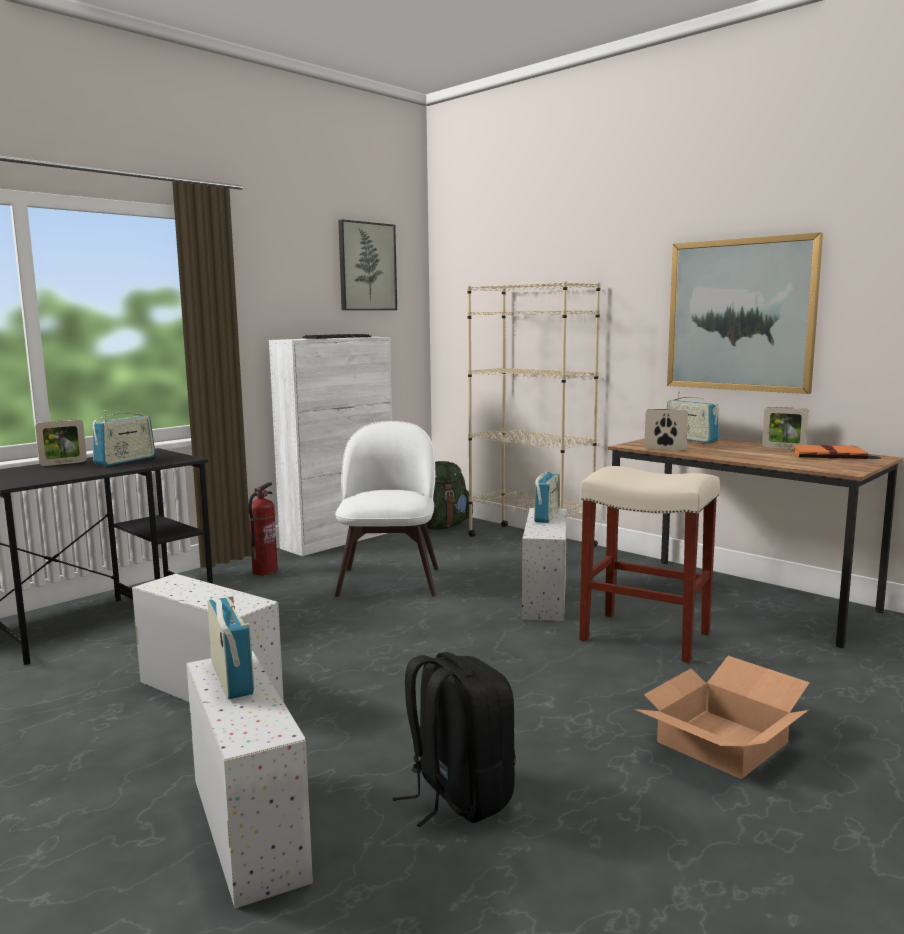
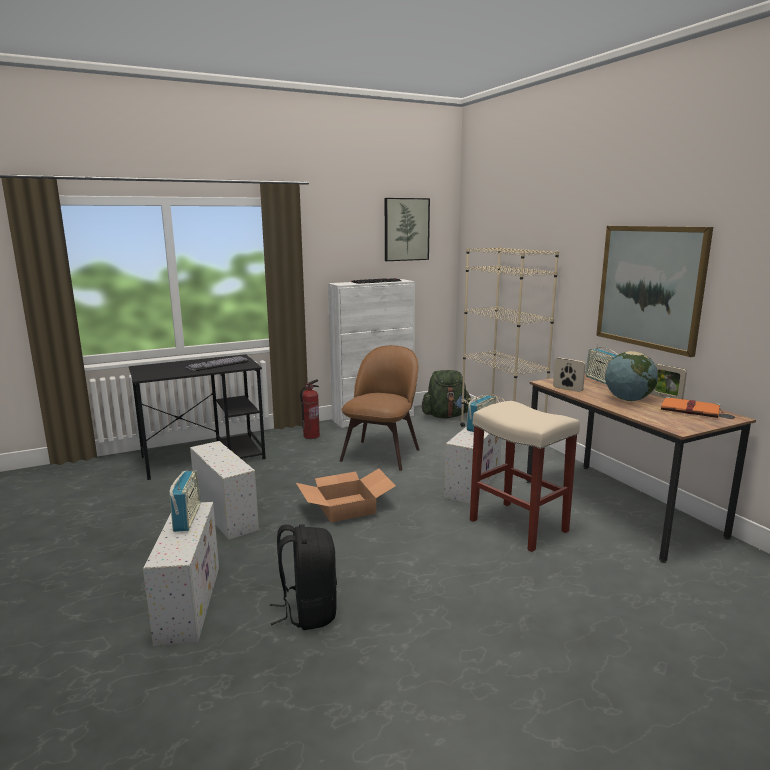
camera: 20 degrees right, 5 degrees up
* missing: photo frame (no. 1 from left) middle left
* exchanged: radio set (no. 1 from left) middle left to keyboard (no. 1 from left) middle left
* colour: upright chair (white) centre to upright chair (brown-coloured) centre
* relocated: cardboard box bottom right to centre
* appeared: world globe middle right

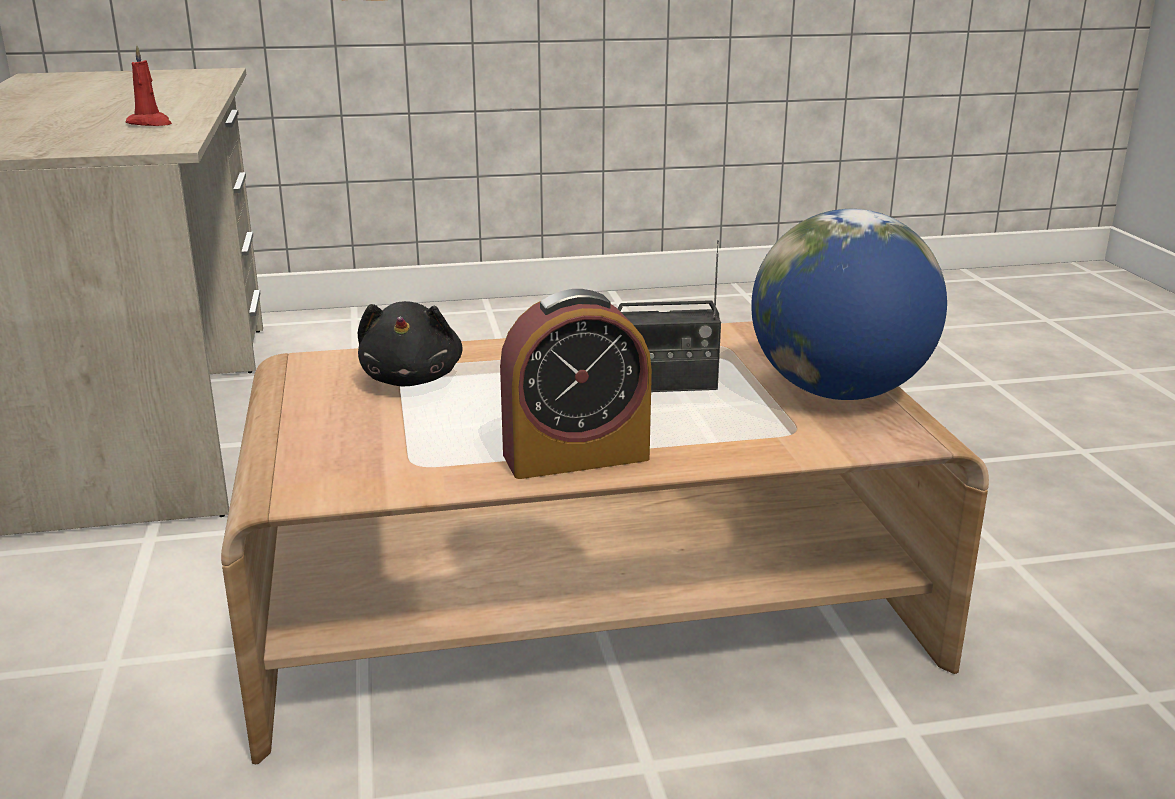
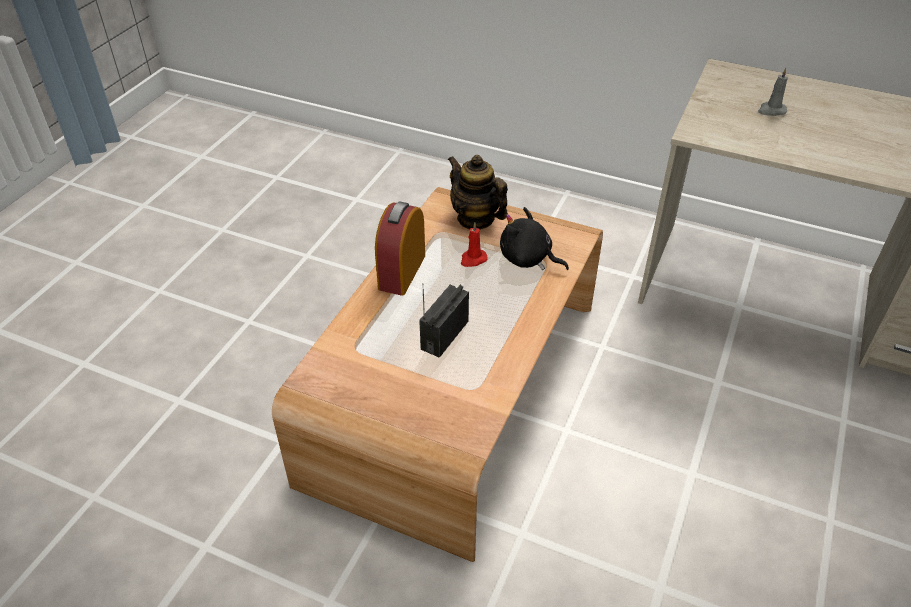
camera: 125 degrees right, 20 degrees up
* relocated: wax candle (reddish) top left to centre
* missing: world globe middle right
* appeared: pot for tea top centre
* appeared: wax candle (grey) top right

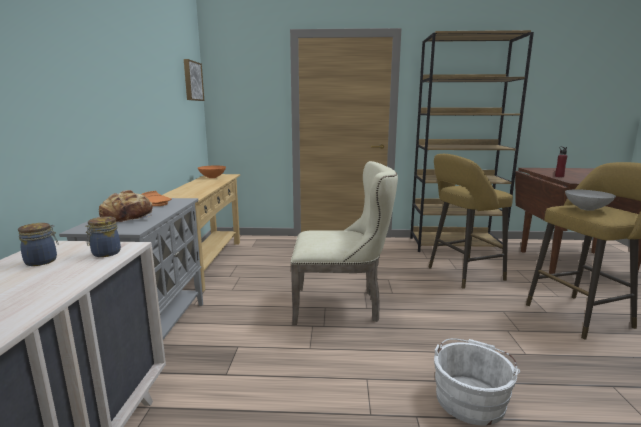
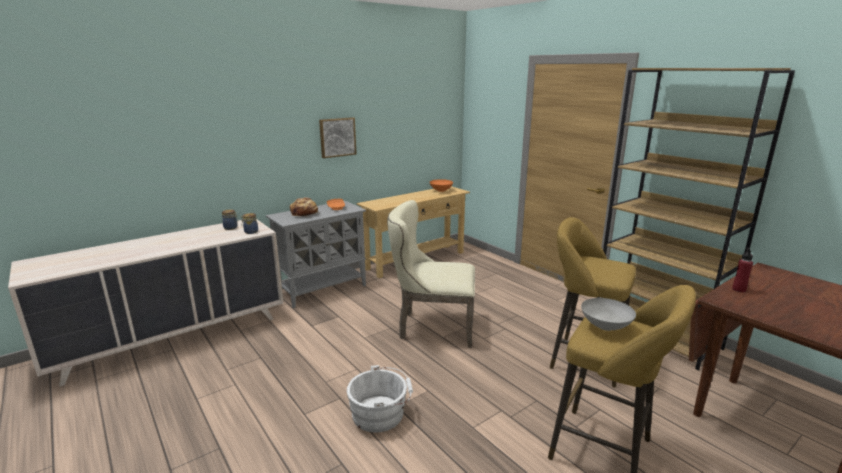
camera: 50 degrees right, 5 degrees up
* relocated: picture top left to top centre
* spun: upright chair (beige) centre = centre 135 degrees clockwise

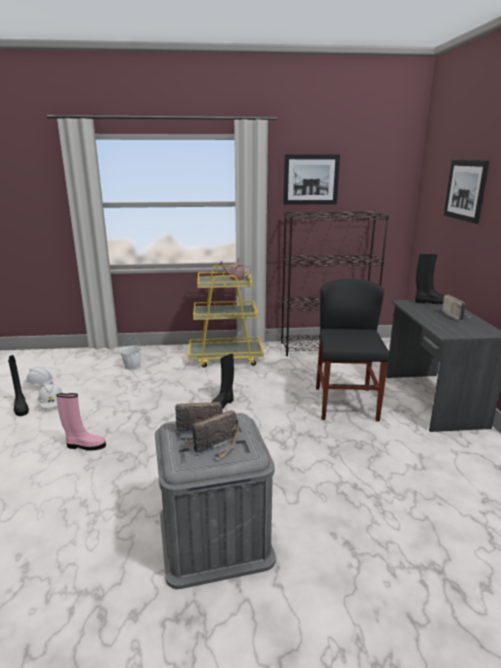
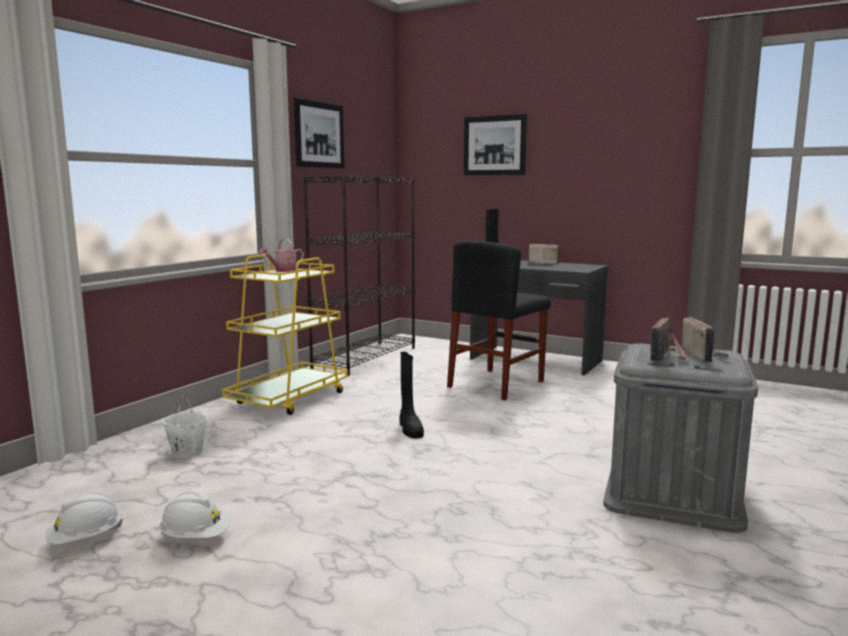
camera: 55 degrees left, 10 degrees down
* missing: high-top boot (blackish) (no. 1 from left) middle left
* missing: high-top boot (pink) middle left
* spun: upright chair (blackish) middle right = centre 90 degrees counterclockwise

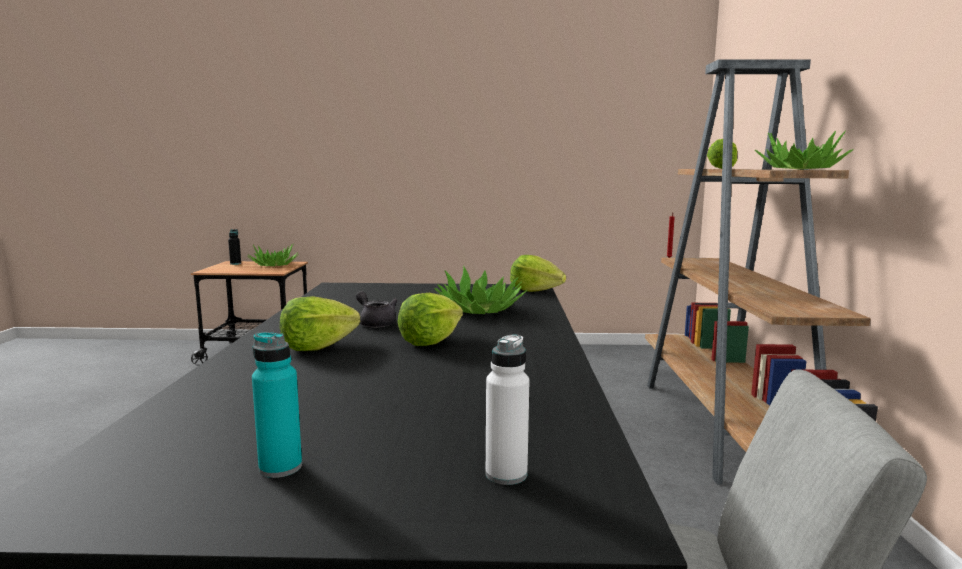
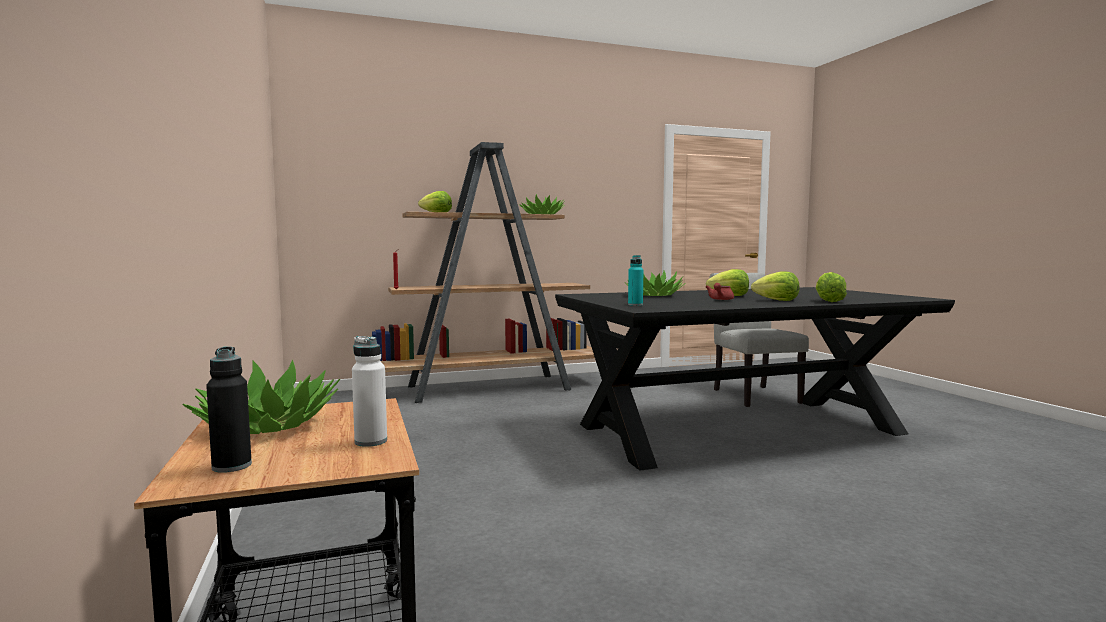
camera: 110 degrees left, 5 degrees down
* relocated: beverage bottle (blue-green) bottom left to centre
* colour: pot for tea (grey) centre to pot for tea (reddish) centre
* relocated: beverage bottle (white) bottom centre to centre
* relocated: lettuce head (no. 3 from left in the first image) centre to lettuce head (no. 4 from left) middle right

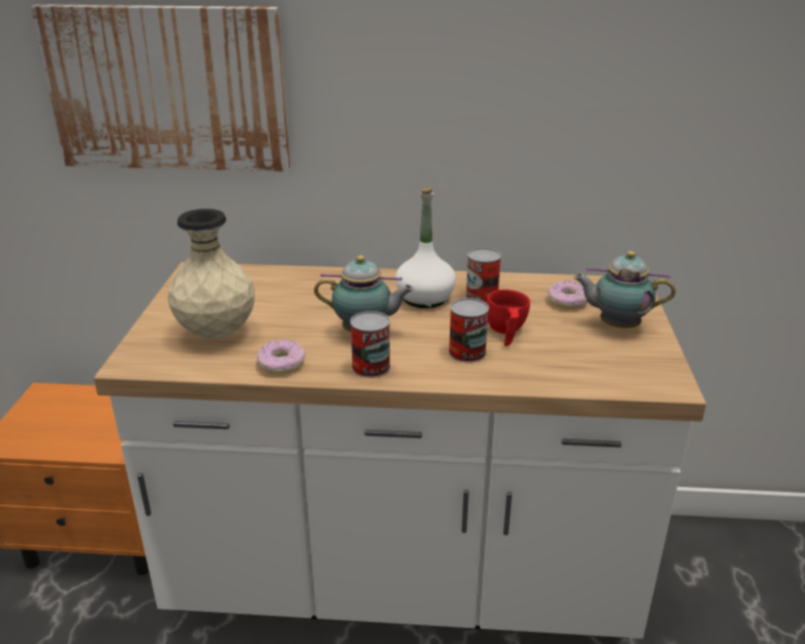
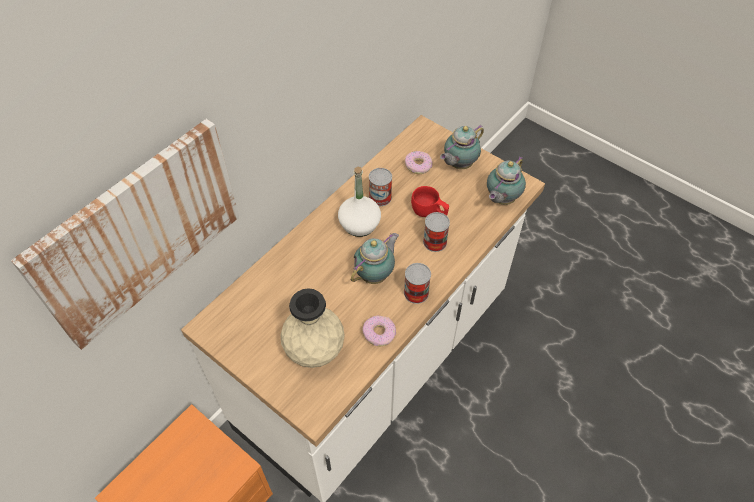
camera: 55 degrees left, 25 degrees up
* appeared: pot for tea (no. 3 from left) middle right

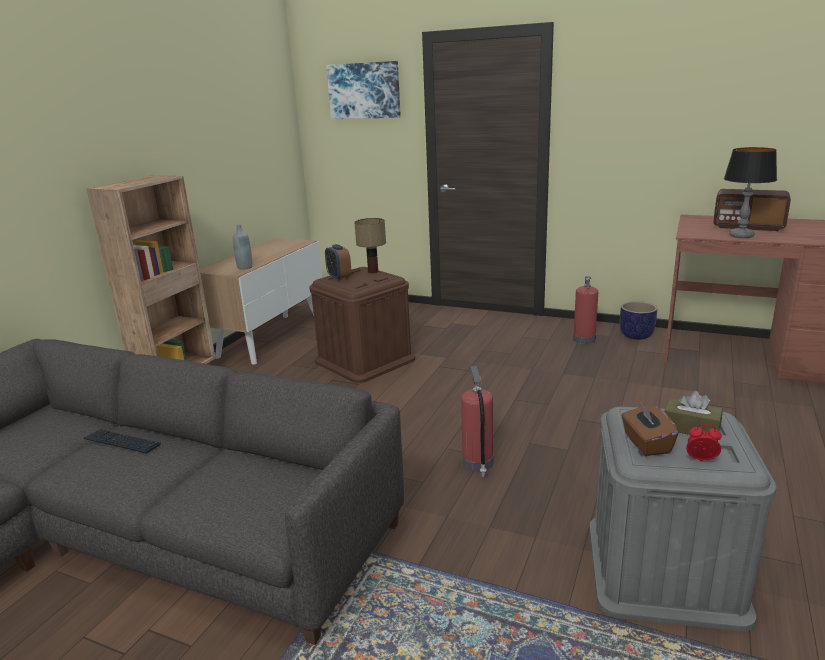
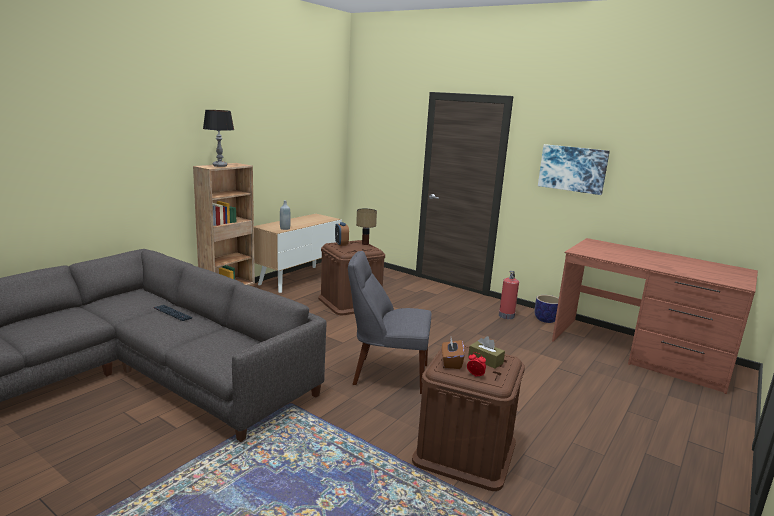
camera: 10 degrees right, 5 degrees down
* relocated: picture top centre to top right
* exchanged: extinguisher (no. 1 from left) centre to upright chair (grey) centre
* colour: storage box (grey) bottom right to storage box (brown-coloured) (no. 2 from left) bottom centre
* missing: radio set top right
* relocated: lamp for a table (no. 2 from left in the first image) top right to lamp for a table (no. 1 from left) top left

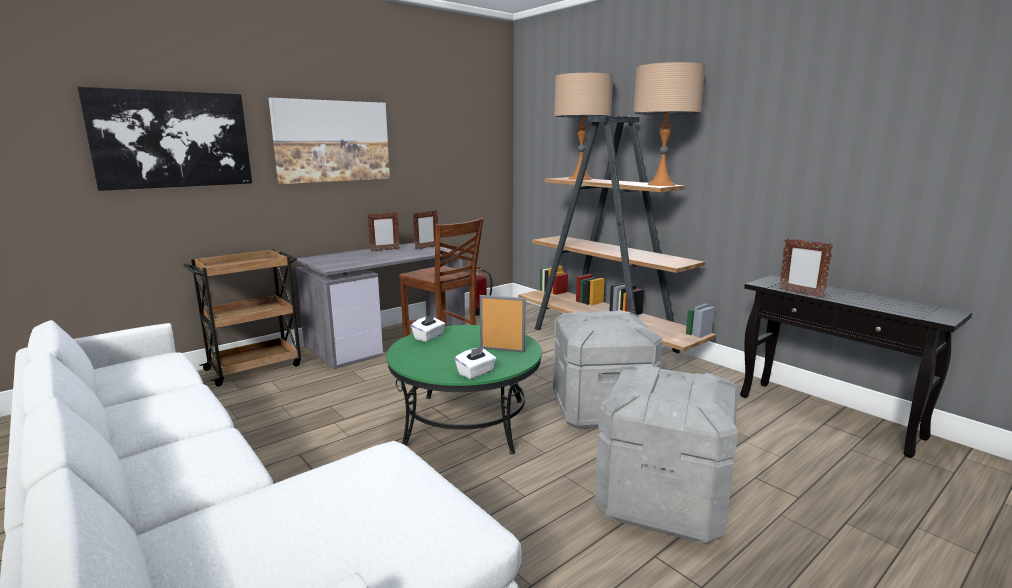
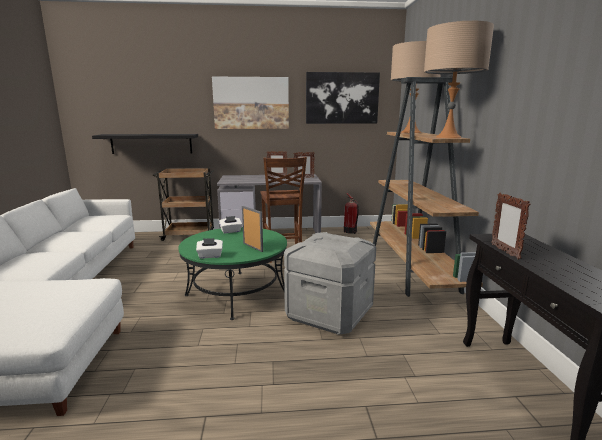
camera: 35 degrees right, 0 degrees up
* relocated: picture (no. 1 from left in the first image) top left to picture (no. 2 from left) top centre
* missing: storage box (grey) (no. 2 from left) bottom centre
* appeared: wall shelf (blackish) top left

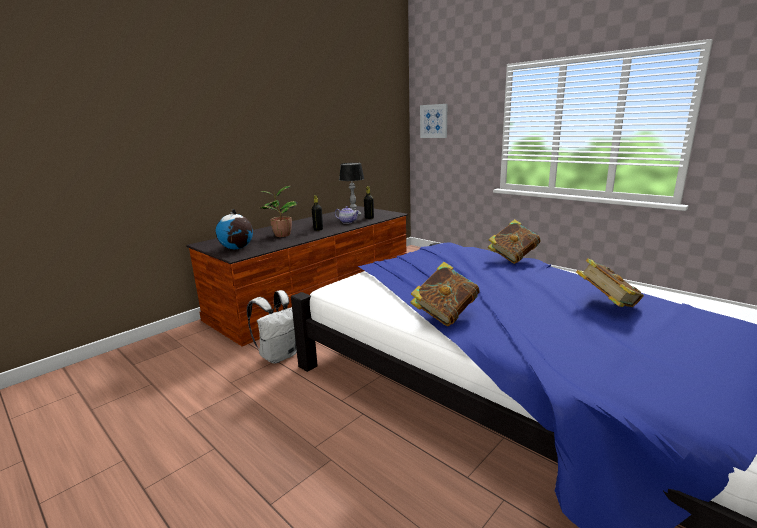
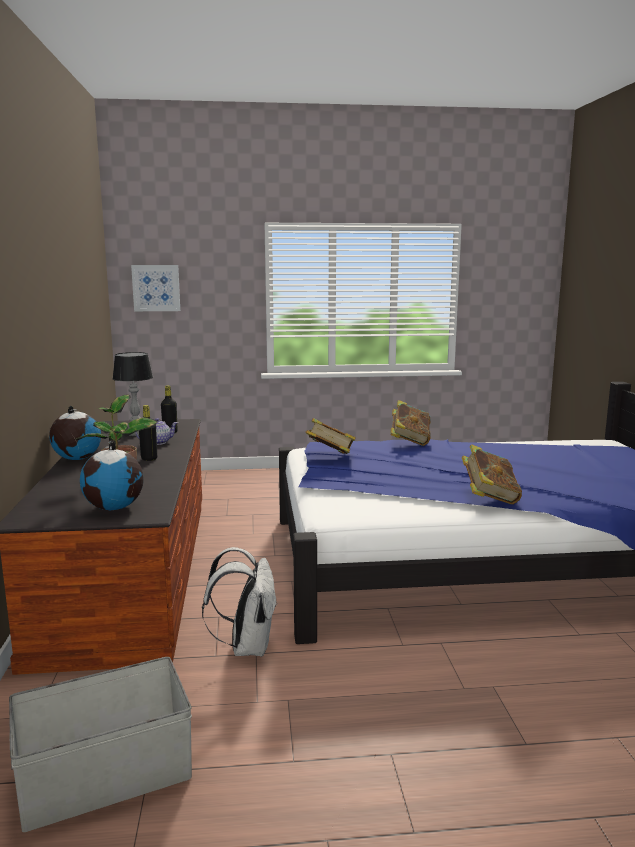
camera: 50 degrees left, 5 degrees down
* relocated: volume (no. 3 from left in the first image) middle right to volume (no. 1 from left) centre
* appeared: storage box (grey) bottom left
* appeared: world globe (no. 1 from left) middle left

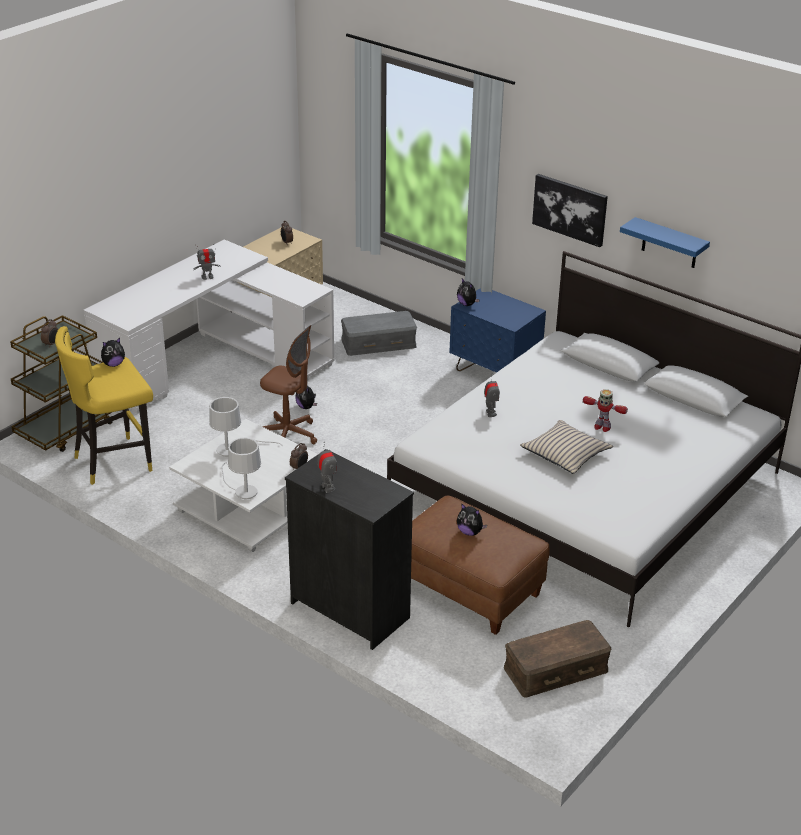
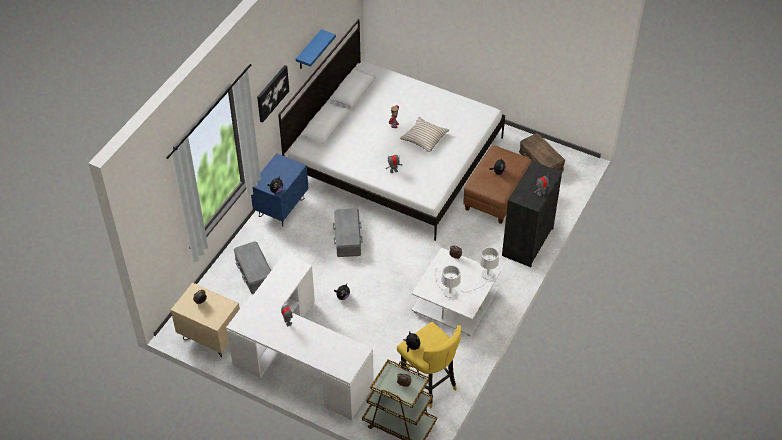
camera: 100 degrees left, 15 degrees up
* missing: desk chair (brown-coloured) centre
* appeared: storage box (grey) (no. 2 from left) centre

